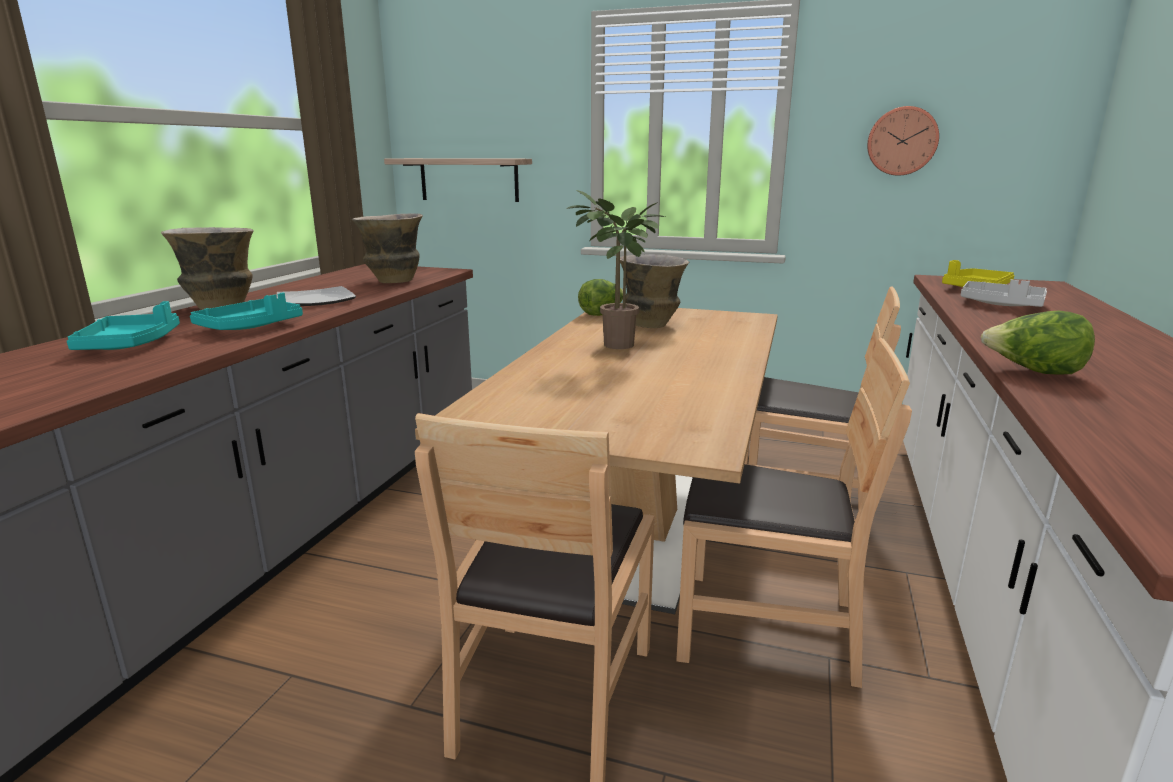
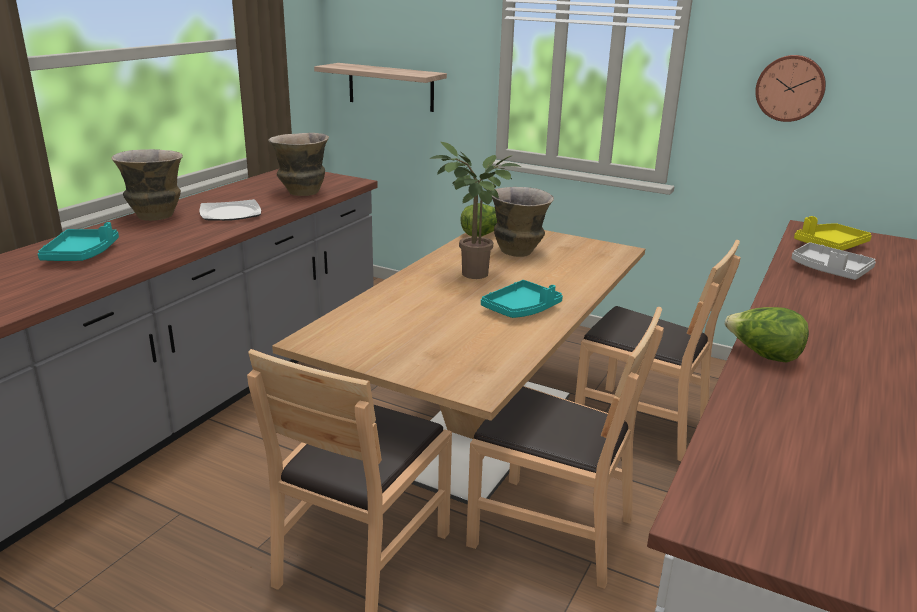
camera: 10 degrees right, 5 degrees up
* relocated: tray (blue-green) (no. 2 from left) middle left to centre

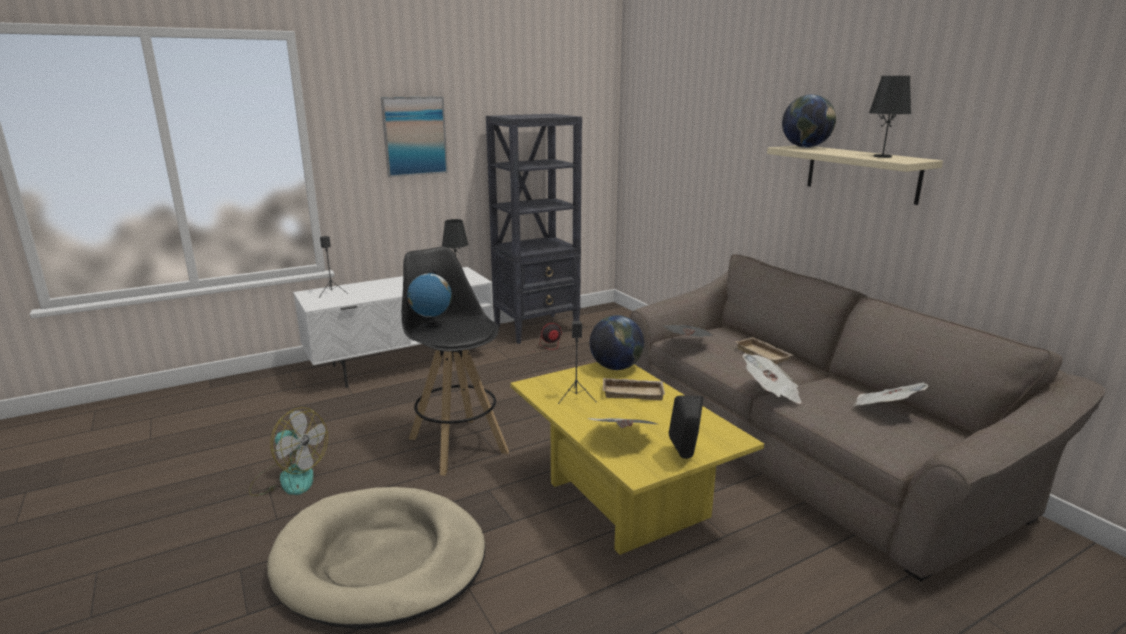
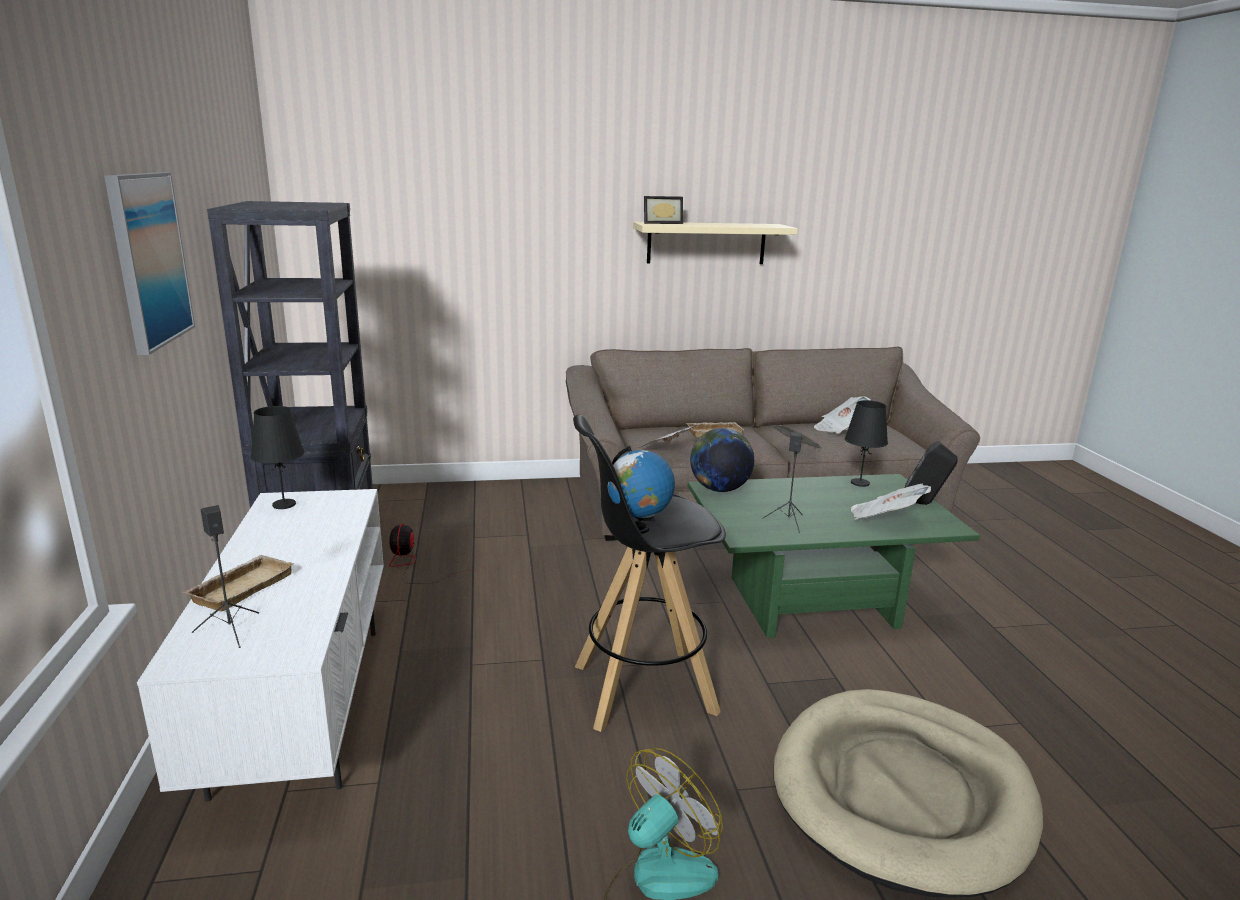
camera: 70 degrees left, 0 degrees up
* colour: coffee table (yellow) bottom centre to coffee table (green-coloured) middle right
* relocated: tray (beige) (no. 1 from left) centre to middle left
* exchanged: world globe (no. 3 from left) top right to photo frame top centre
* relocated: lamp for a table (blackish) (no. 2 from left) top right to middle right

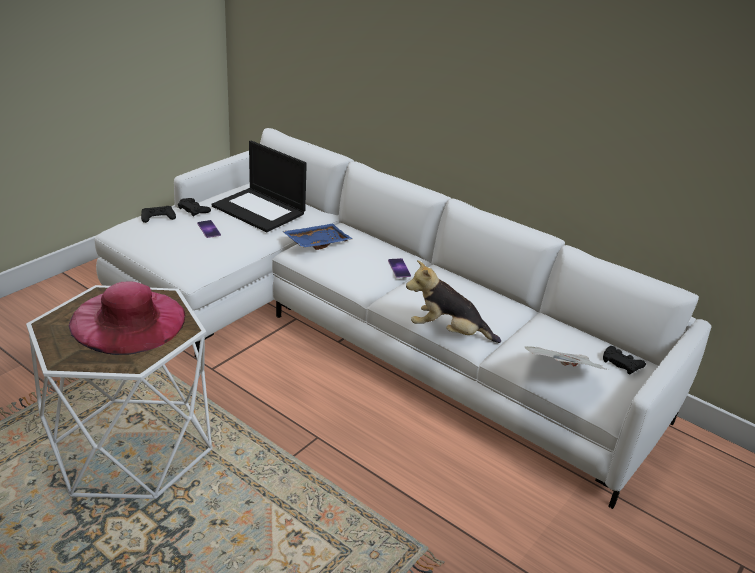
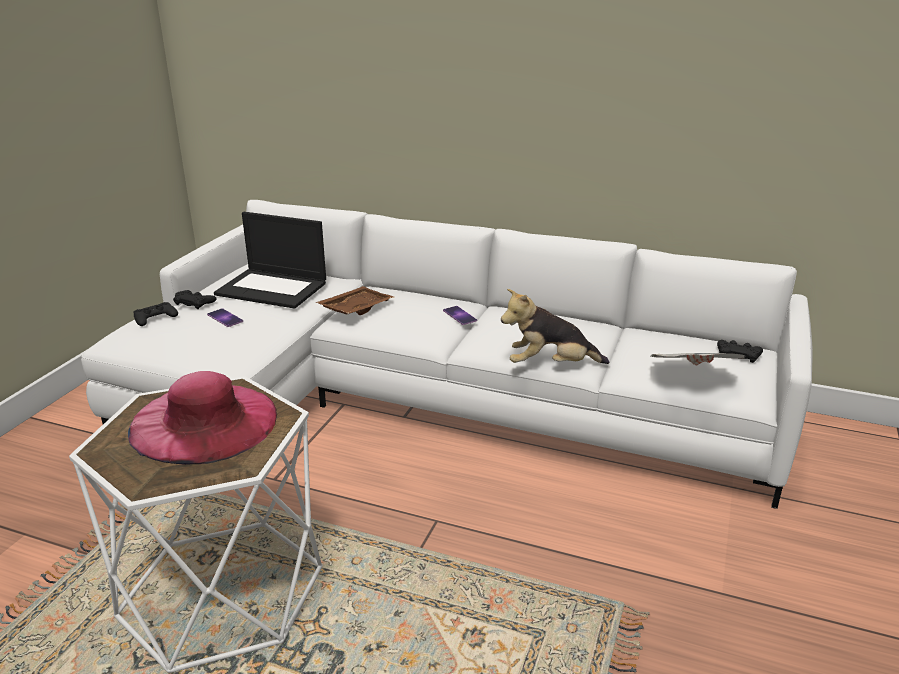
camera: 15 degrees left, 5 degrees down
* colour: tray (blue) centre to tray (brown-coloured) centre

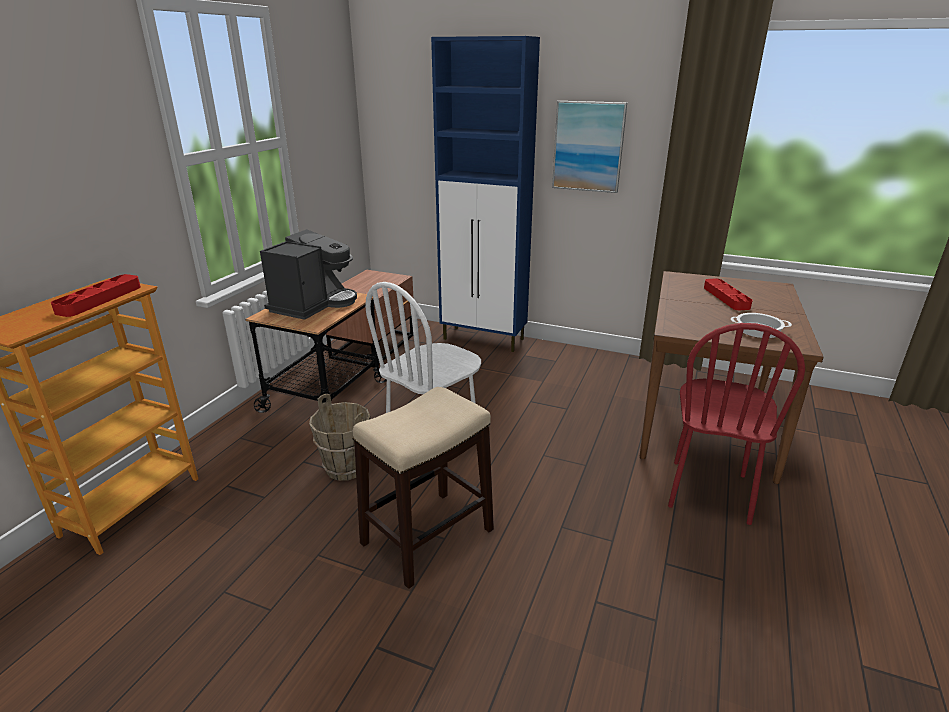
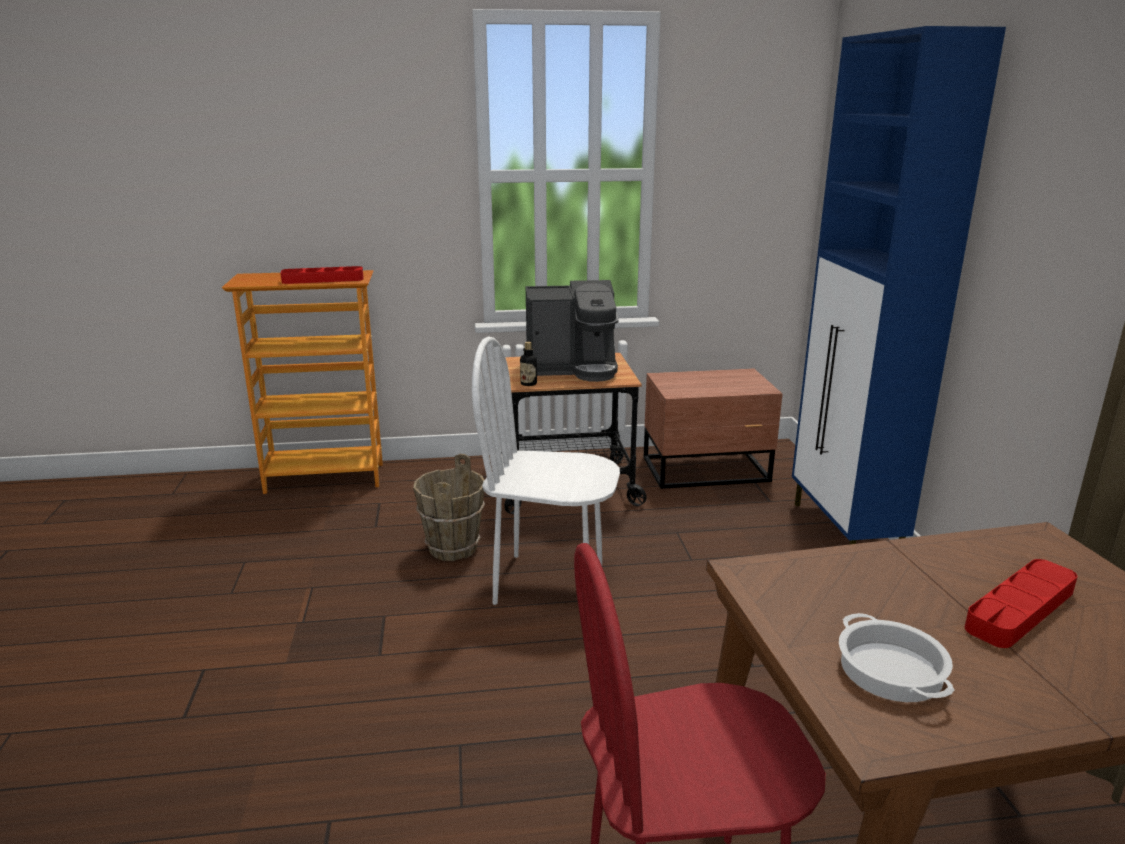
camera: 60 degrees right, 5 degrees down
* missing: stool seat bottom centre
* missing: picture top centre
* appeared: beverage bottle centre

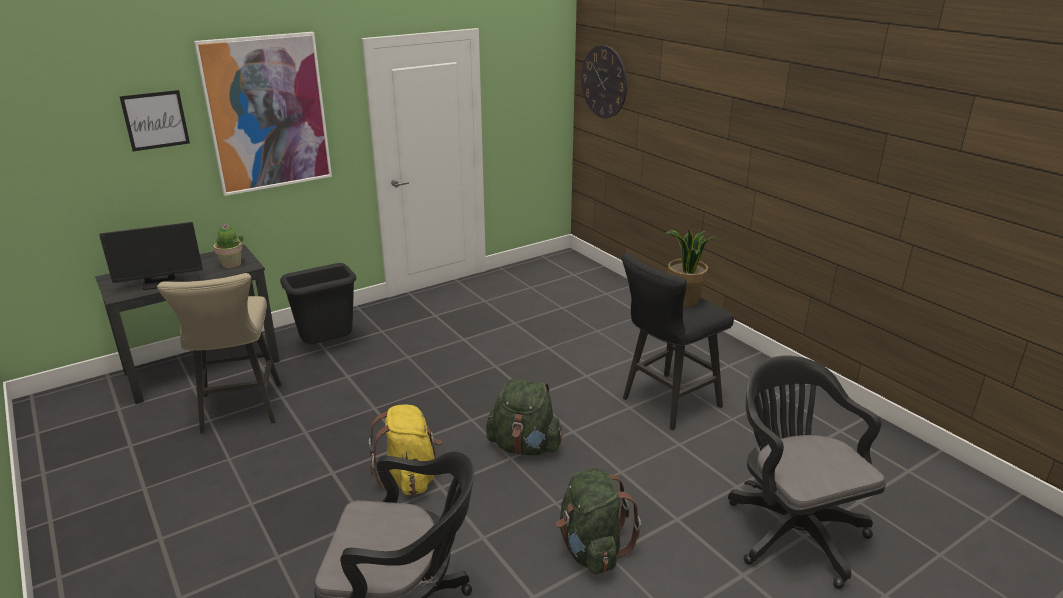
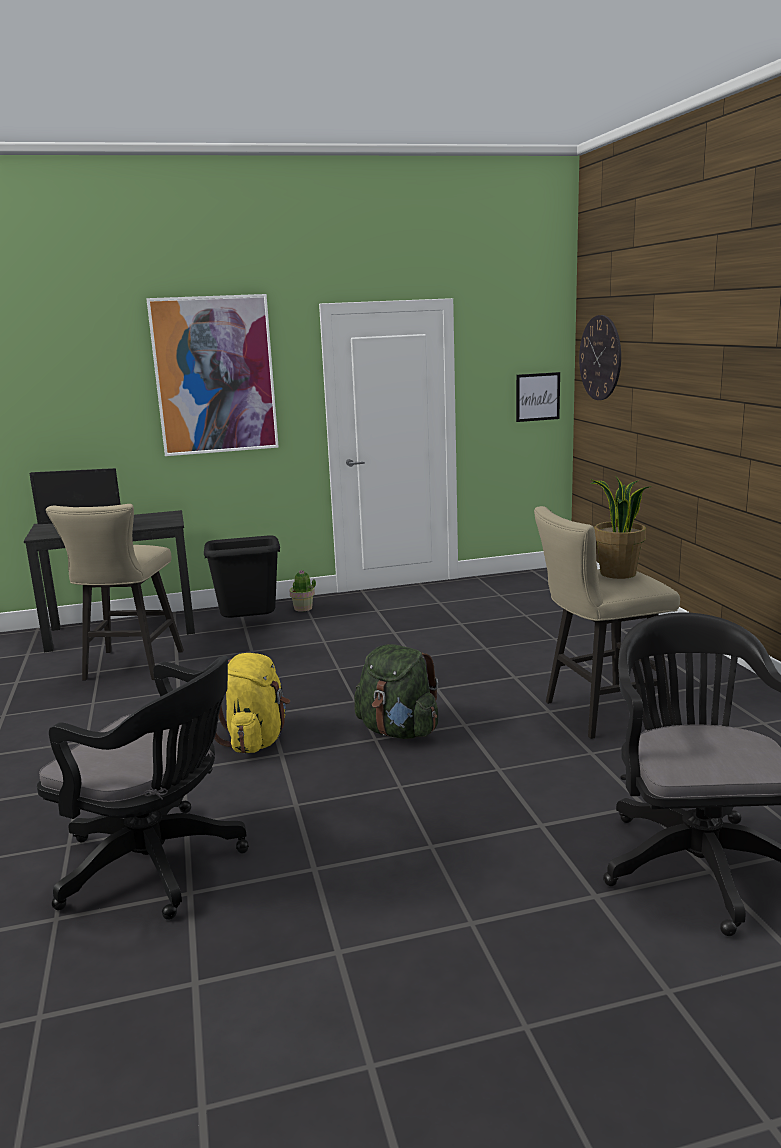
camera: 20 degrees right, 10 degrees down
* relocated: picture (no. 1 from left in the first image) top left to picture (no. 2 from left) middle right
* relocated: houseplant (no. 1 from left) middle left to centre
* missing: backpack (green-coloured) (no. 2 from left) bottom centre
* colour: stool seat (blackish) centre to stool seat (beige) (no. 2 from left) middle right

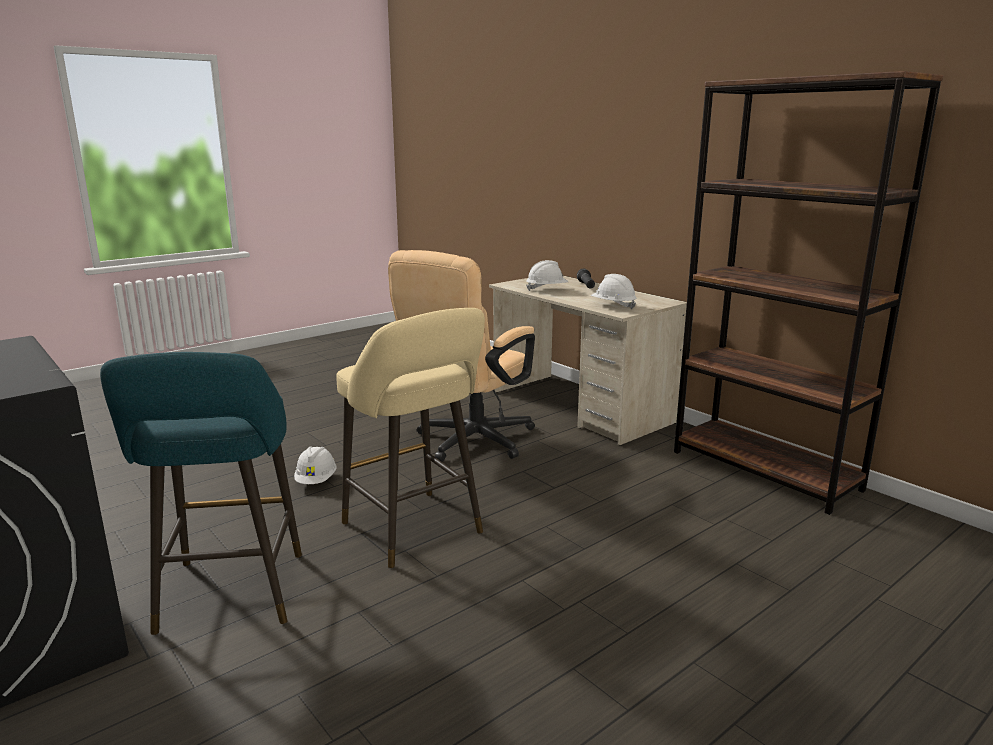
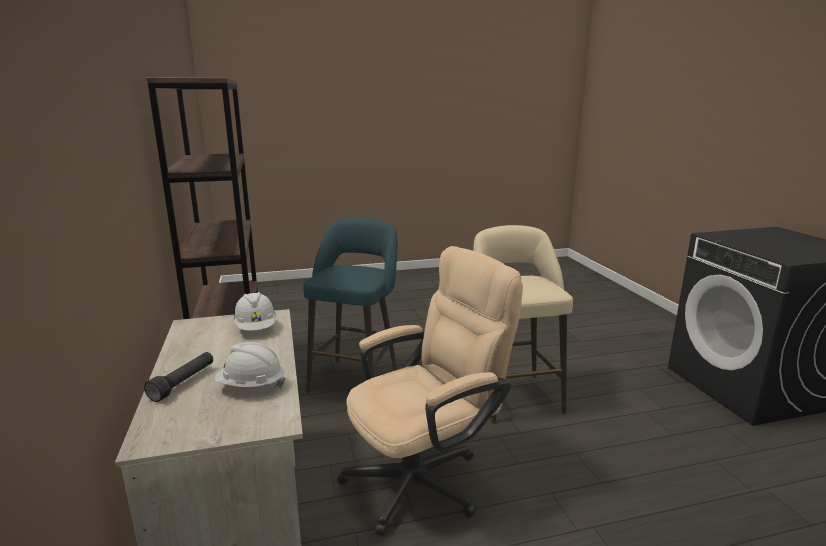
camera: 155 degrees left, 0 degrees up
* relocated: stool seat (blue-green) middle left to centre
* missing: hard hat (white) (no. 1 from left) middle left

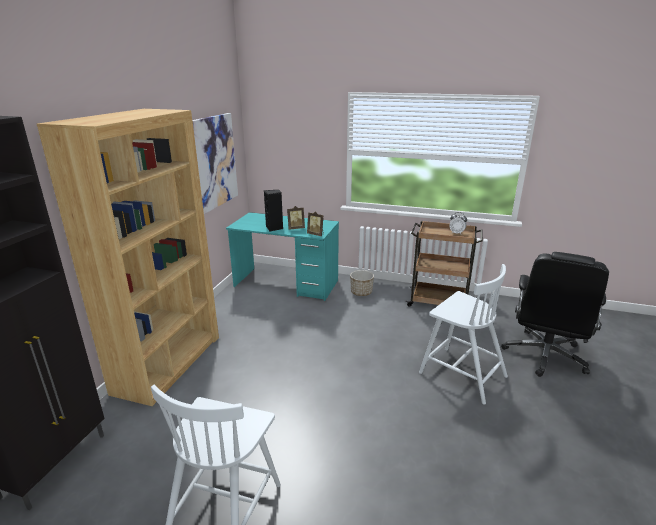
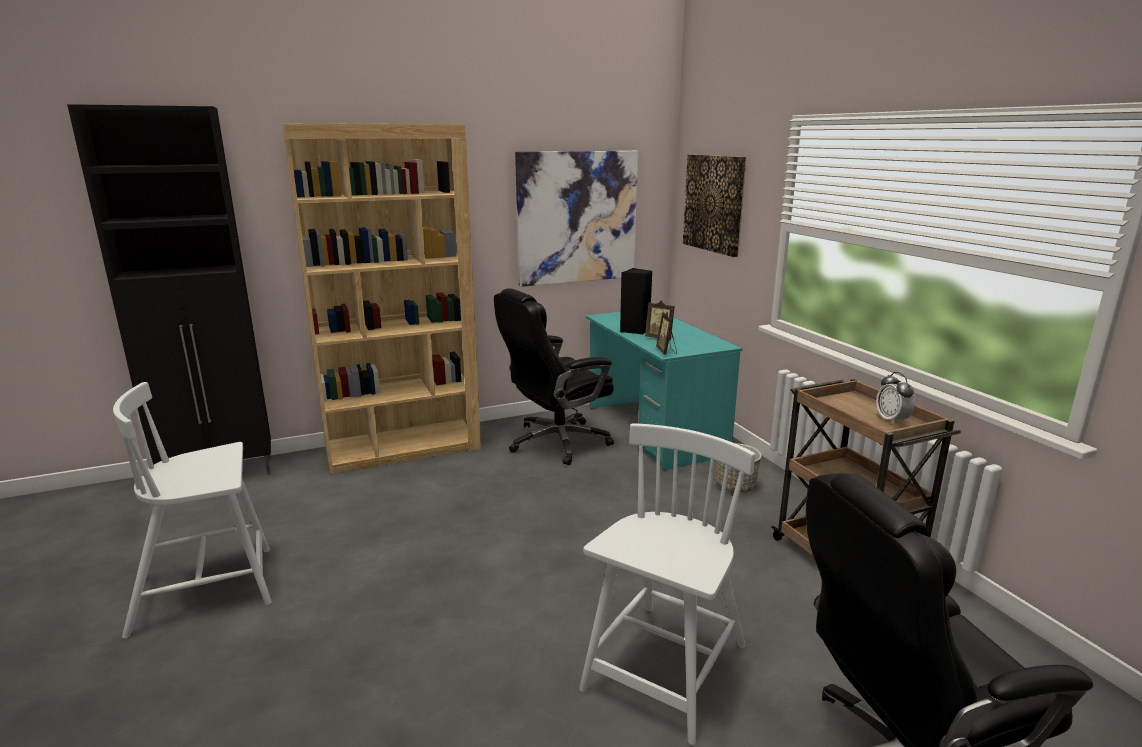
camera: 50 degrees right, 5 degrees down
* spun: upright chair (white) (no. 2 from left) middle right = bottom centre 150 degrees counterclockwise
* appeared: desk chair (blackish) (no. 1 from left) centre
* appeared: picture (no. 2 from left) top centre

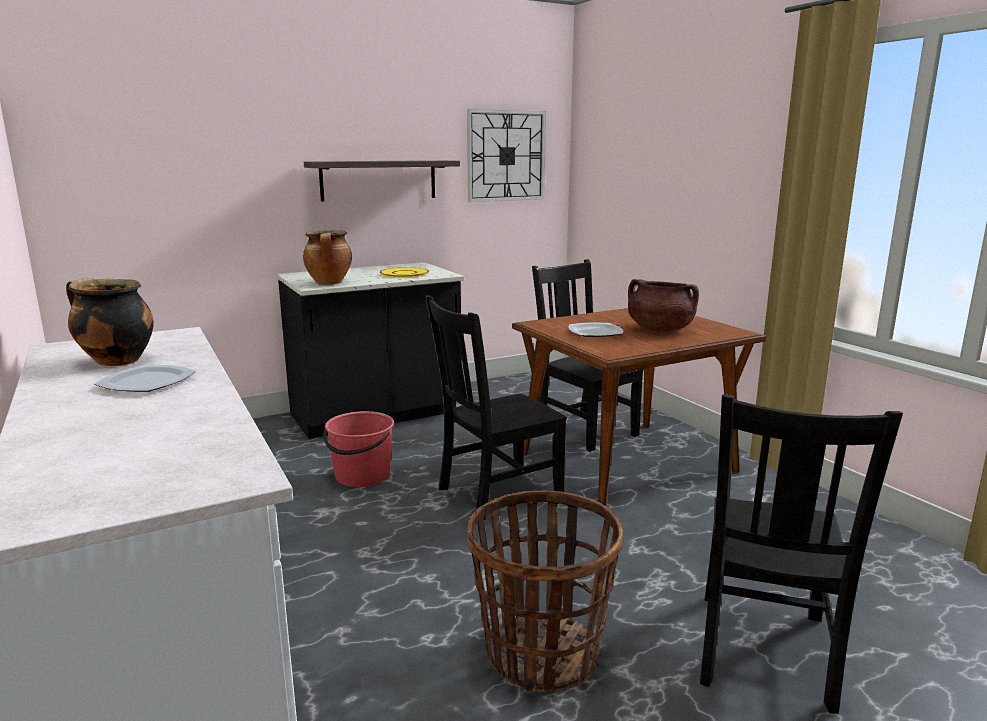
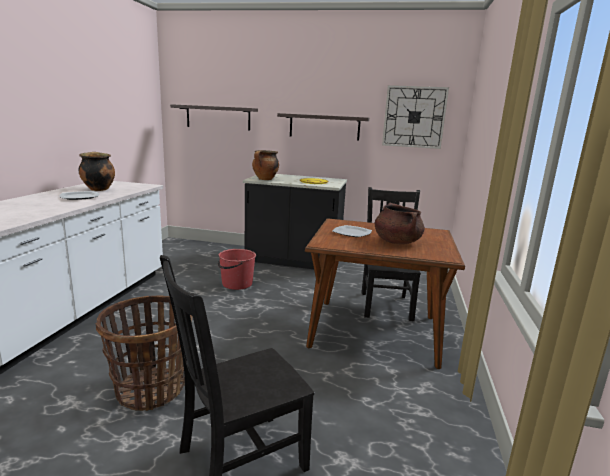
camera: 40 degrees right, 0 degrees up
* missing: upright chair (blackish) (no. 1 from left) centre
* appeared: wall shelf (no. 1 from left) top centre

